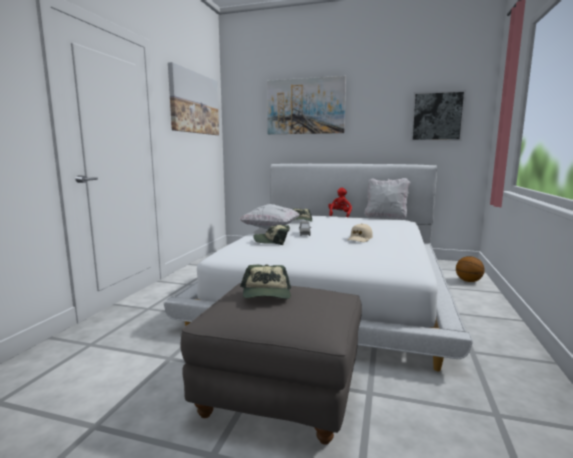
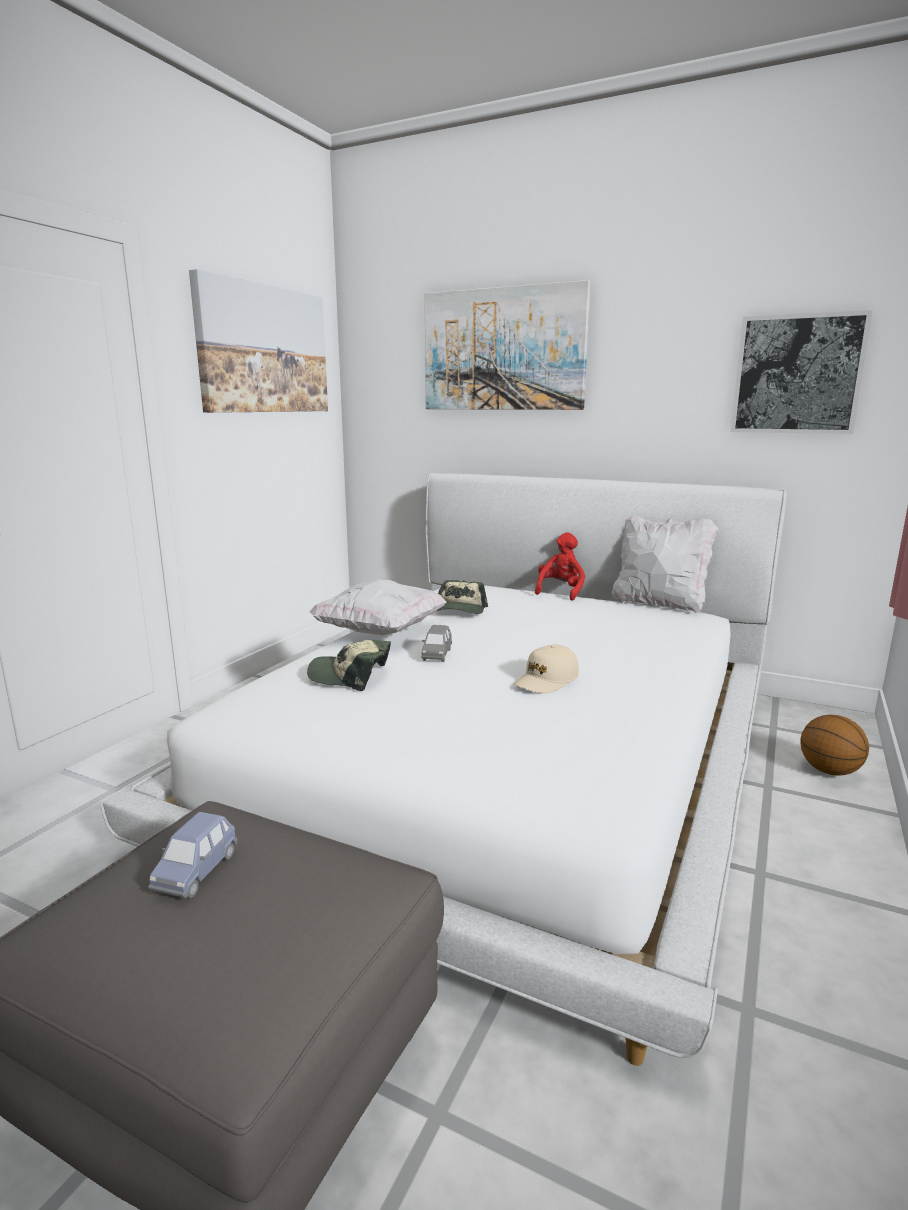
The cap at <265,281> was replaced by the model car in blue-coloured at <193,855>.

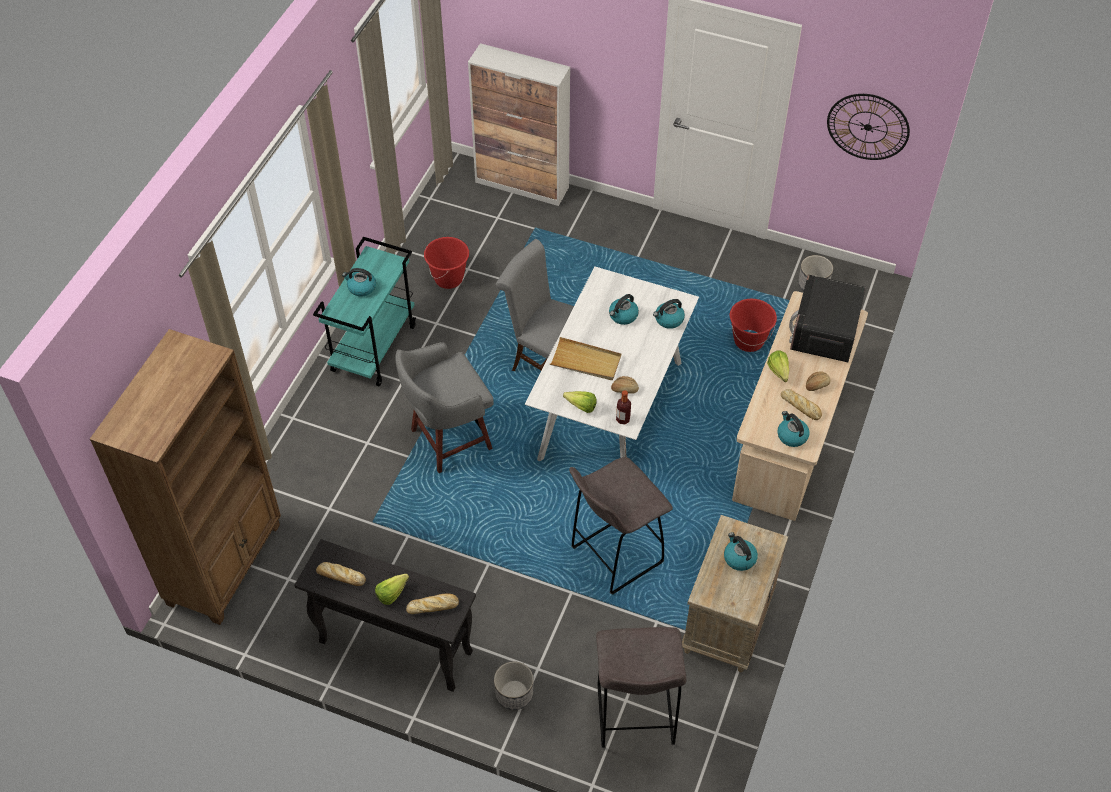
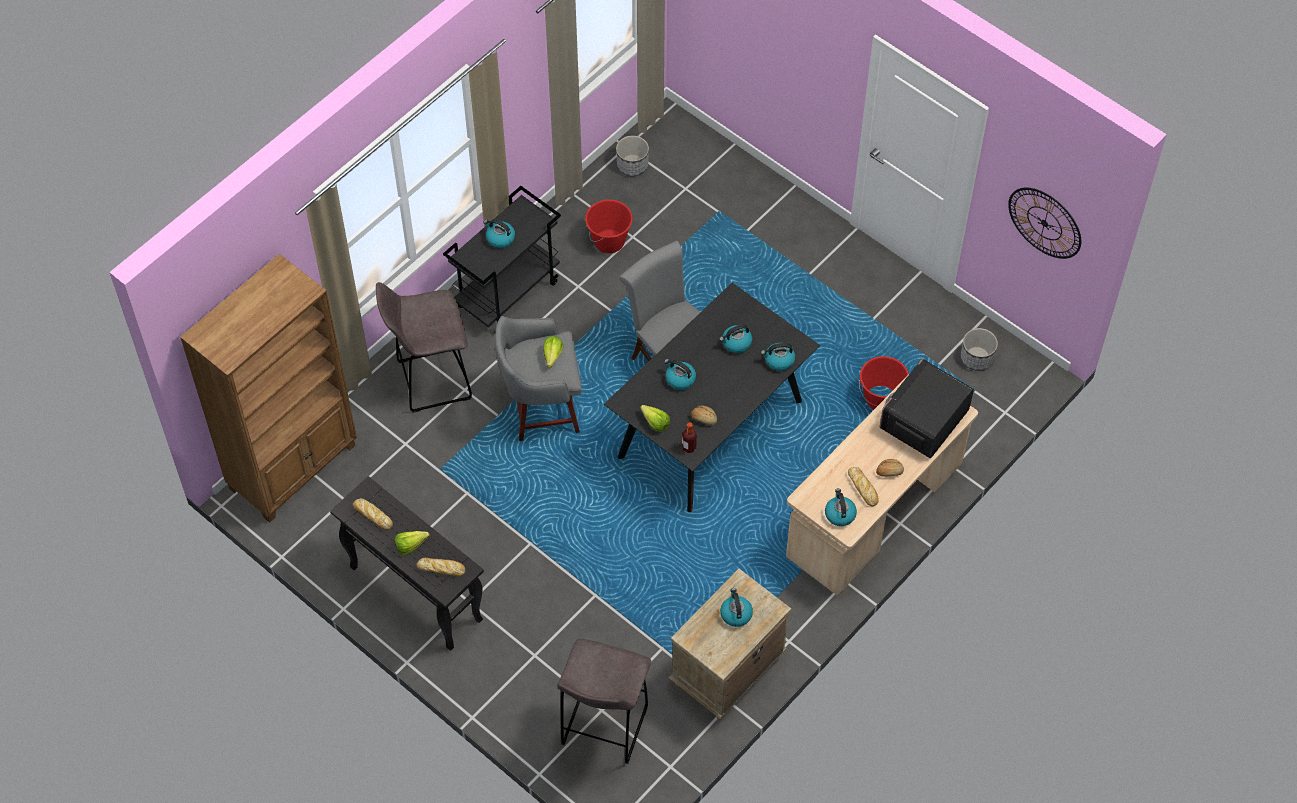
The cupboard at <519,124> disappeared. The flower pot moved from <514,685> to <632,156>. The sitting stool in grey moved from <621,526> to <424,347>. The lettuce head moved from <778,366> to <553,352>. The carrying tray in sand-coloured at <585,358> was replaced by the kettle at <680,374>. The cart in turquoise at <364,311> became the cart in black at <502,256>. The dining table in white-coloured at <612,363> became the dining table in black at <712,397>.

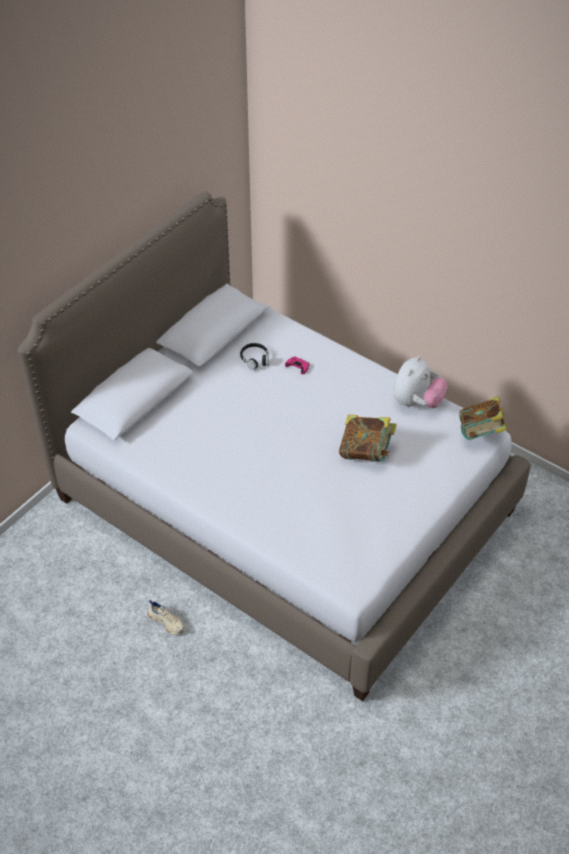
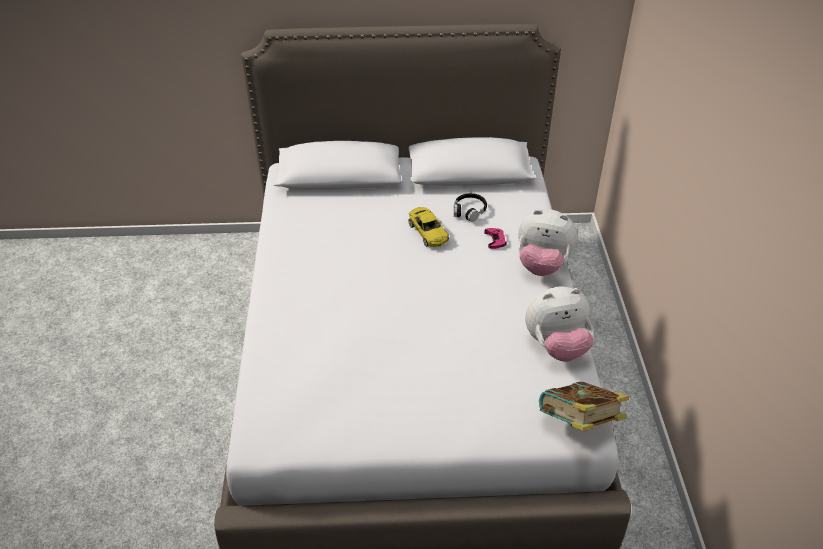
The item of footwear in sand-coloured at <166,617> disappeared. The bound book at <367,438> disappeared. The model car in yellowish at <428,227> appeared. The cuddly toy at <547,242> appeared.

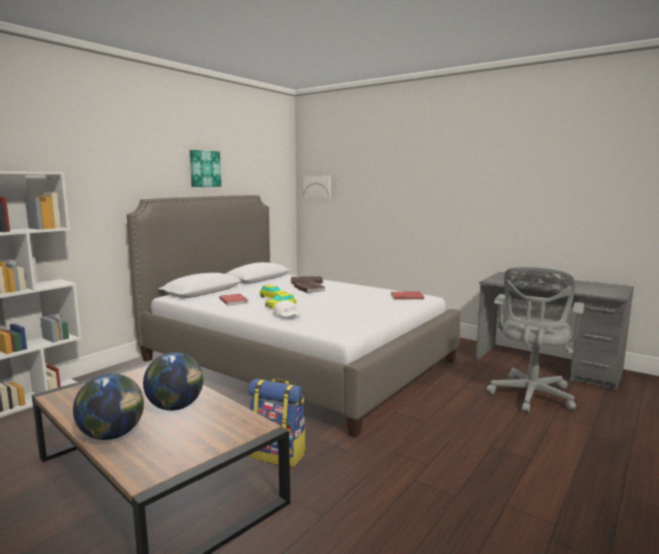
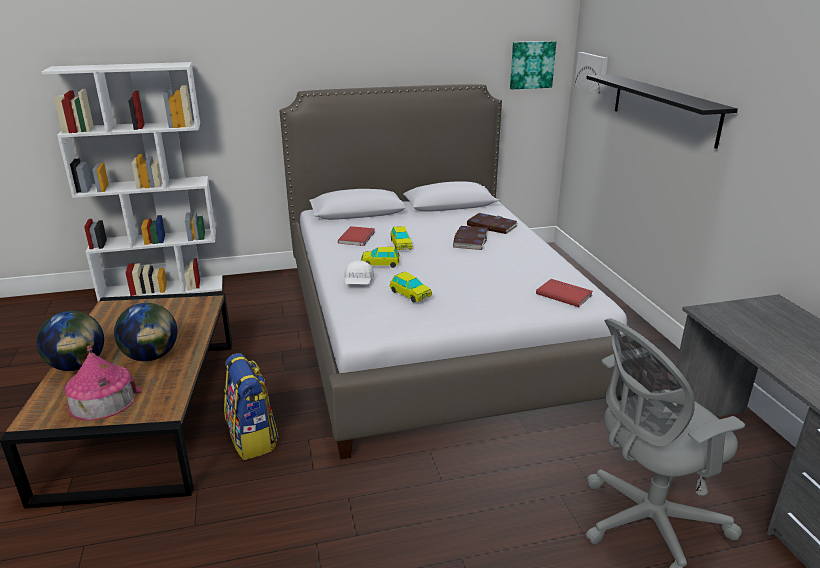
The toy house at <104,383> appeared. The model car at <411,287> appeared. The shelf in black at <662,111> appeared. The picture moved from <205,168> to <533,65>.

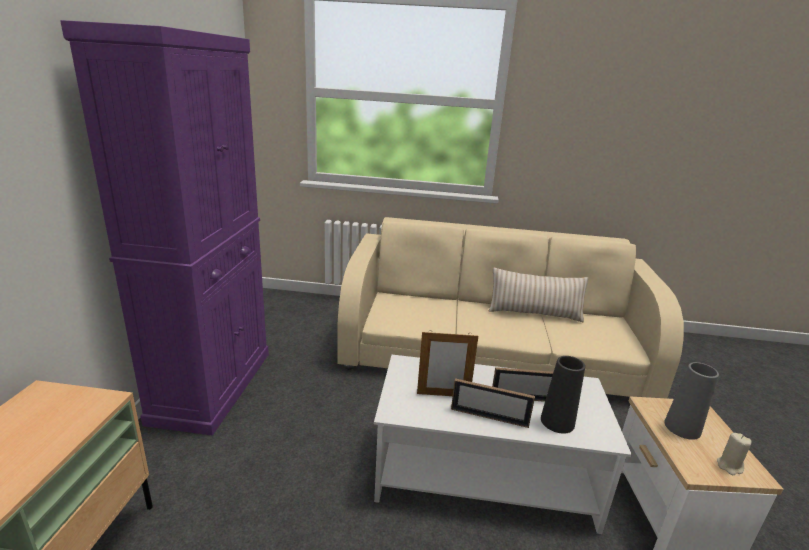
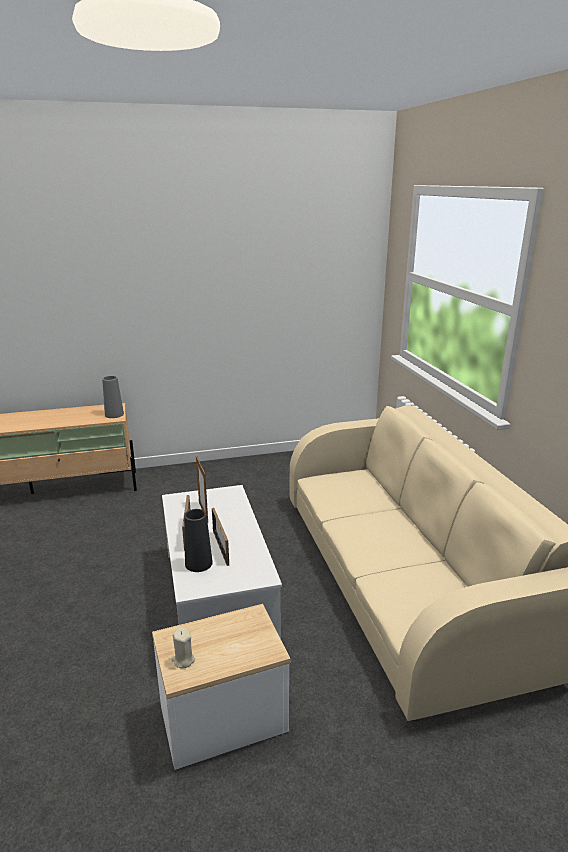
The cupboard in purplish at <164,228> disappeared. The cushion in sand-coloured at <538,294> disappeared. The vase in grey moved from <691,401> to <113,397>.

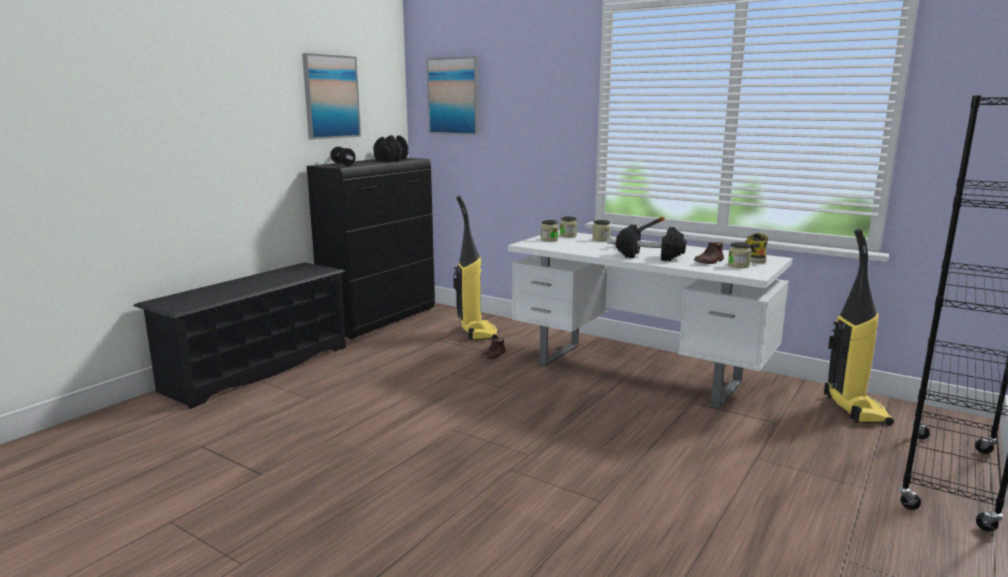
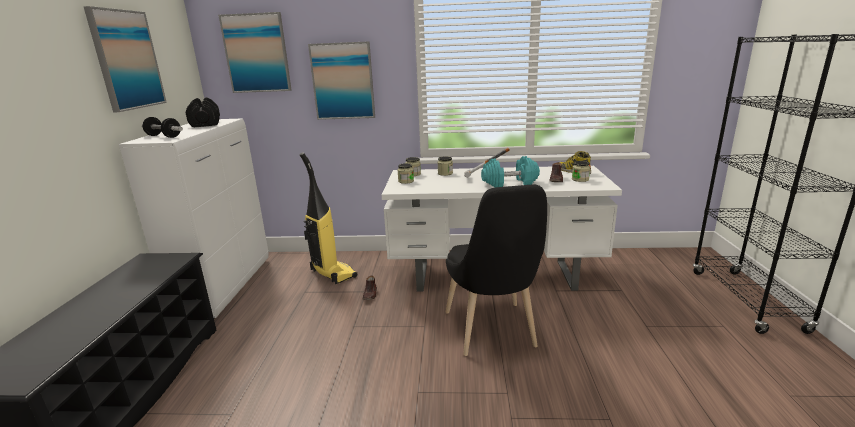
The vacuum at <859,327> disappeared. The picture at <341,80> appeared. The plain chair in black at <496,270> appeared. The cupboard in black at <371,249> became the cupboard in white-coloured at <194,219>. The hand weight in black at <651,242> became the hand weight in turquoise at <510,172>.

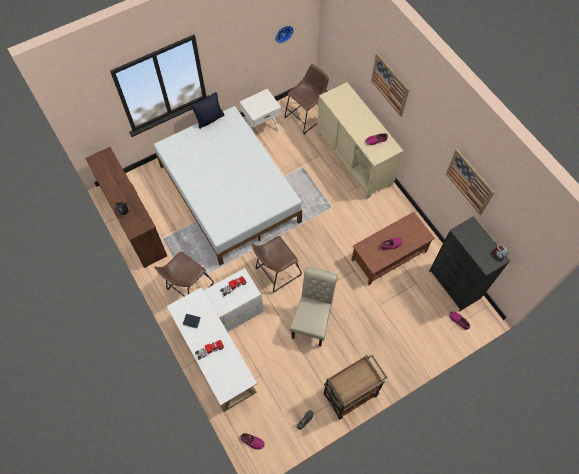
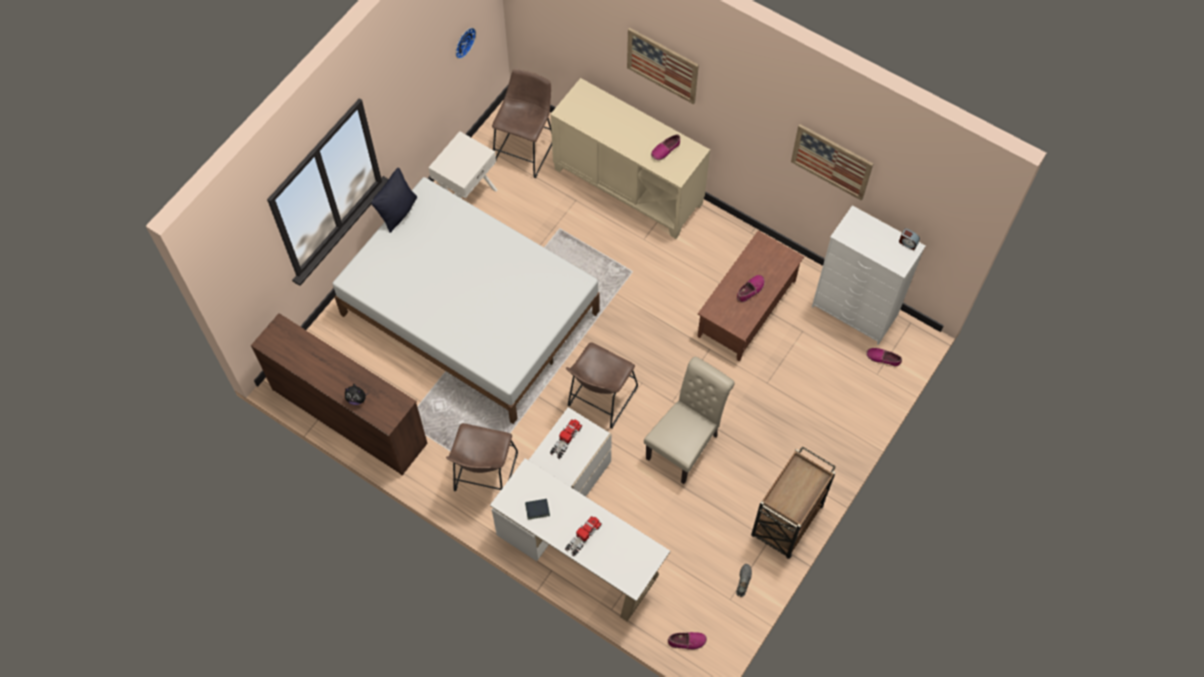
The chest of drawers in black at <469,263> became the chest of drawers in white-coloured at <869,275>. The plain chair in sand-coloured at <314,306> turned 45 degrees clockwise.

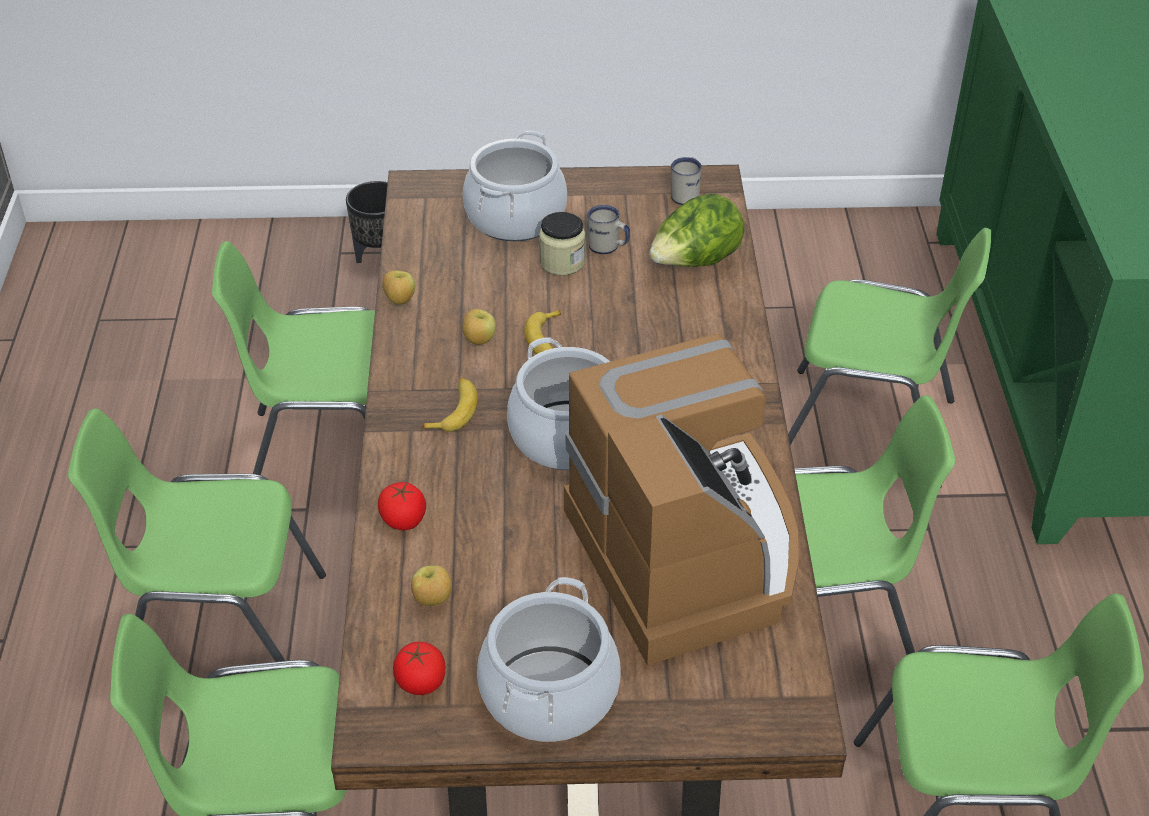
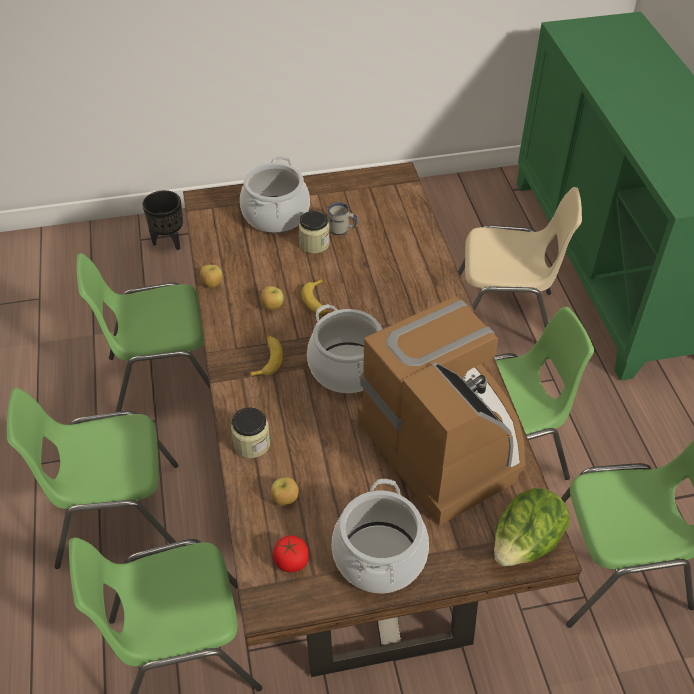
The coffee mug in white-coloured at <686,181> disappeared. The lettuce head moved from <696,230> to <532,527>. The whole tomato at <402,506> was replaced by the jar at <250,432>. The plain chair in green-coloured at <890,357> became the plain chair in sand-coloured at <520,257>.

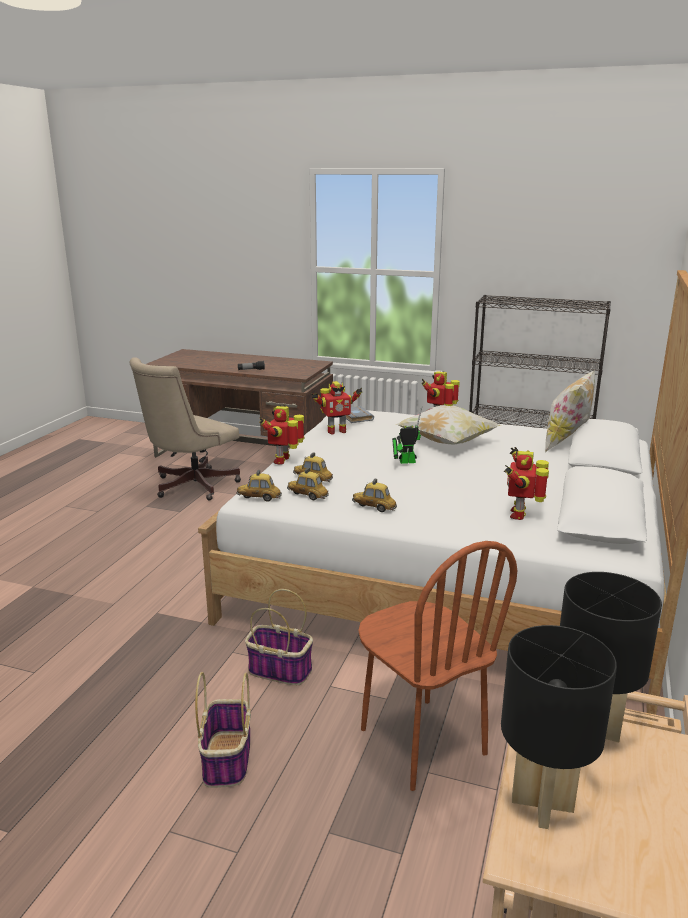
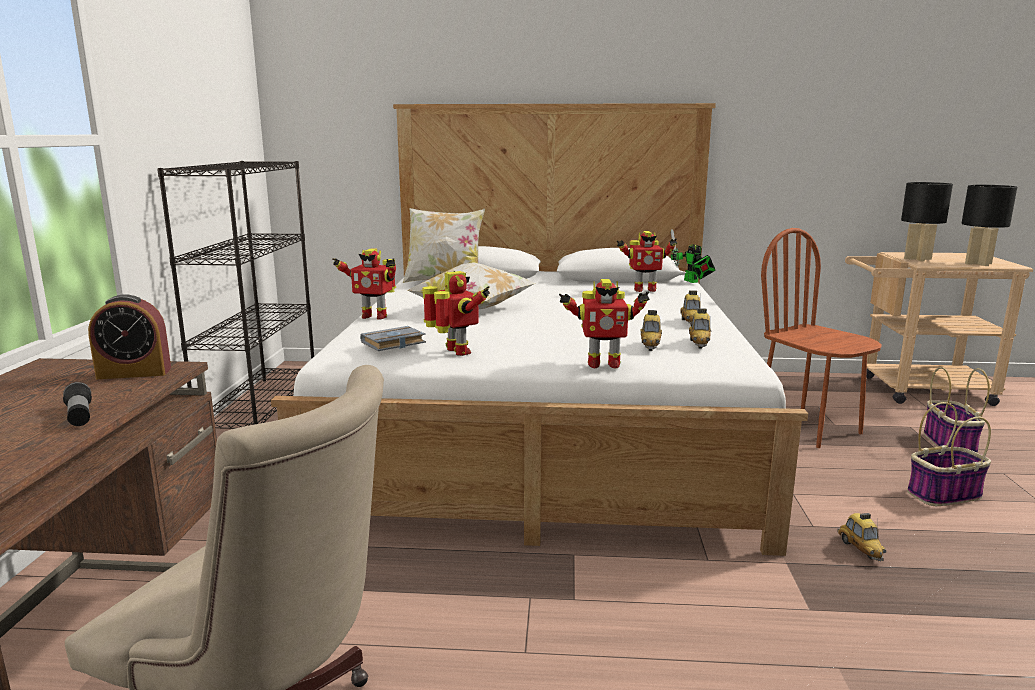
The alarm clock at <129,336> appeared. The model car moved from <259,486> to <862,537>. The household basket moved from <279,637> to <957,410>. The toy robot moved from <407,435> to <693,256>. The plain chair in brownish at <437,666> turned 75 degrees counterclockwise.

